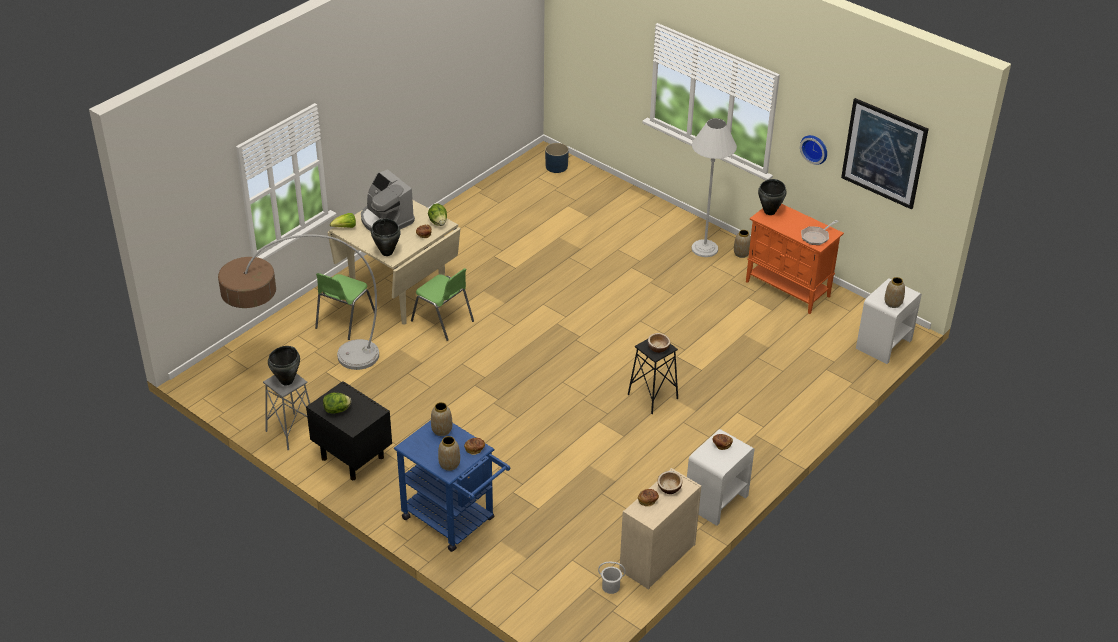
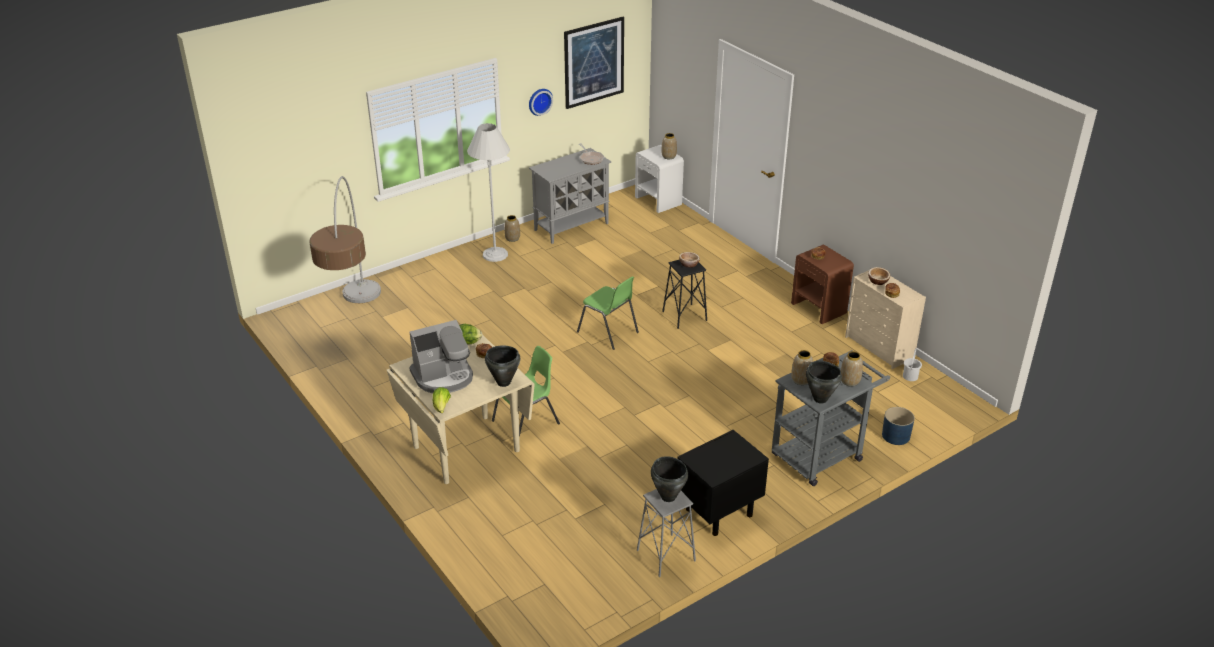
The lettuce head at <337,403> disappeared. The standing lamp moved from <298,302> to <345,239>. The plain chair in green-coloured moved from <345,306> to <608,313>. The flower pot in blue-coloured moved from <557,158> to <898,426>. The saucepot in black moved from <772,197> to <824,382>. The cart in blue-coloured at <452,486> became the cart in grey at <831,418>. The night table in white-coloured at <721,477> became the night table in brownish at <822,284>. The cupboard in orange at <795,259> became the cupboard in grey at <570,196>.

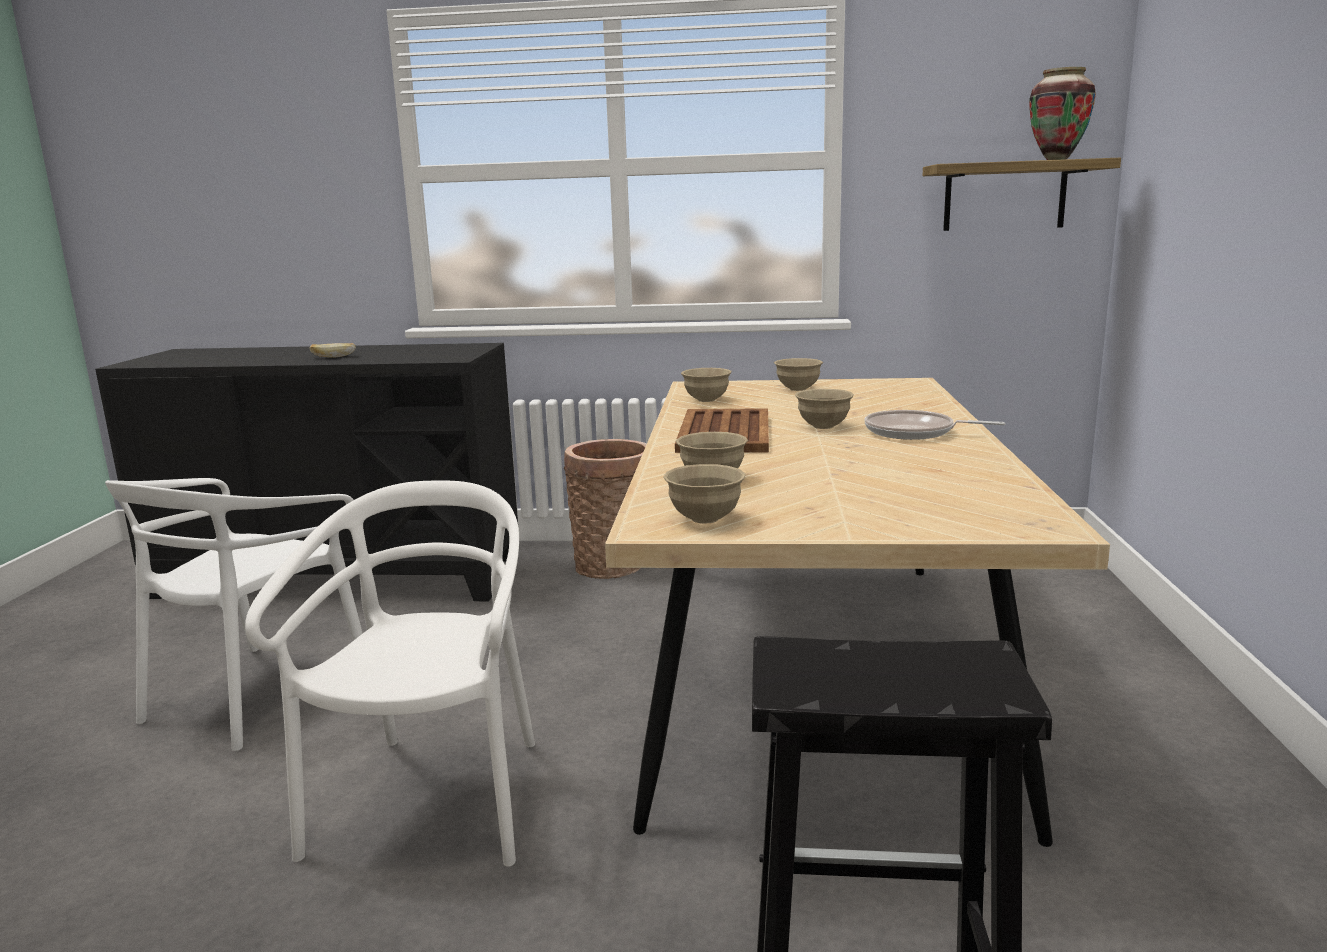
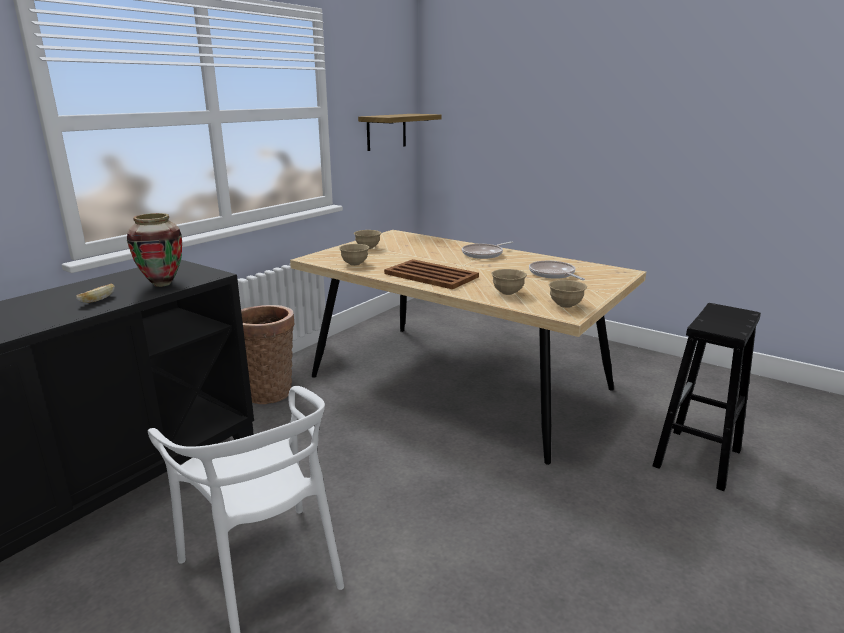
The plain chair in white-coloured at <390,674> disappeared. The bowl in sand-coloured at <824,409> disappeared. The skillet at <557,270> appeared. The vase moved from <1062,113> to <154,250>.

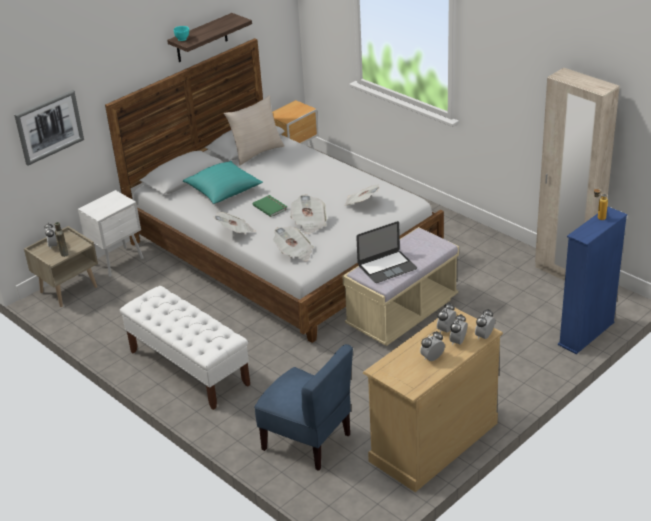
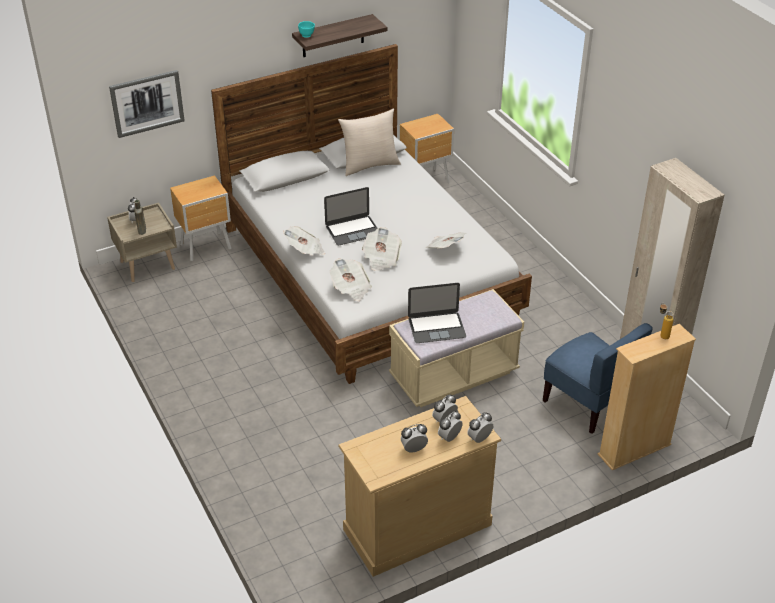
The indoor bench in white-coloured at <185,348> disappeared. The cushion in turquoise at <223,182> disappeared. The plain chair in blue-coloured moved from <303,407> to <598,378>. The bound book in green-coloured at <270,206> was replaced by the laptop at <351,216>. The night table in white-coloured at <111,233> became the night table in brownish at <200,218>. The bookcase in blue-coloured at <592,280> became the bookcase in sand-coloured at <647,397>.

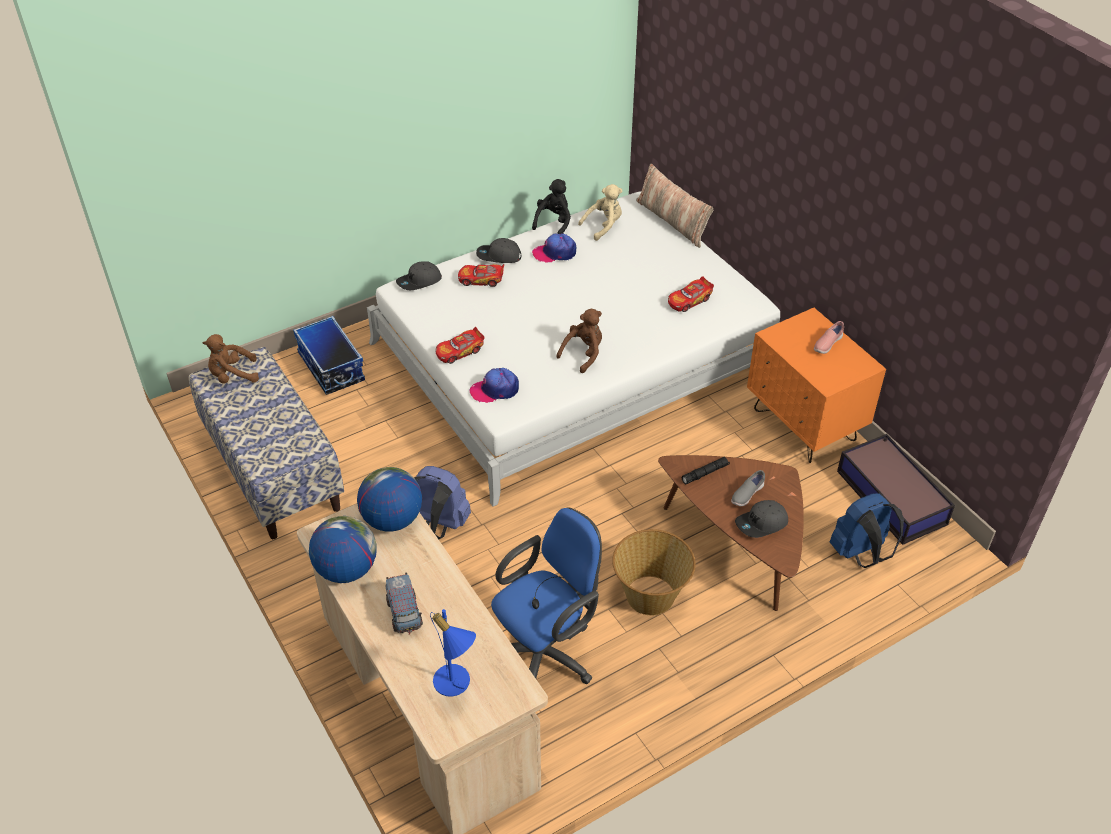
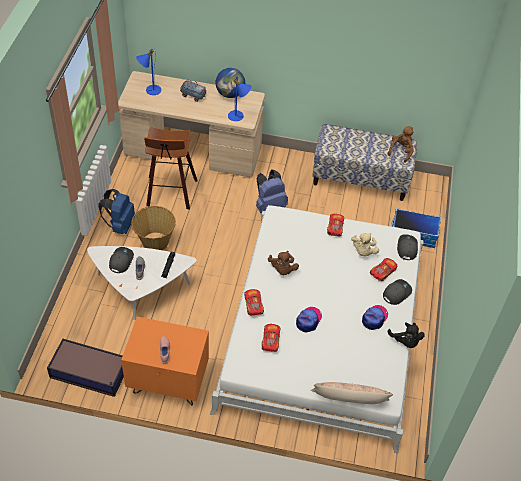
The model car at <254,302> appeared. The cap moved from <494,385> to <309,320>. The cuddly toy in sand-coloured moved from <600,212> to <365,244>. The rucksack in blue-coloured moved from <867,530> to <117,211>. The world globe at <389,499> was replaced by the lamp for a table in blue-coloured at <239,98>. The computer chair in blue-coloured at <546,595> was replaced by the sitting stool at <171,168>. The lounge table in brownish at <731,533> became the lounge table in white-coloured at <141,283>.

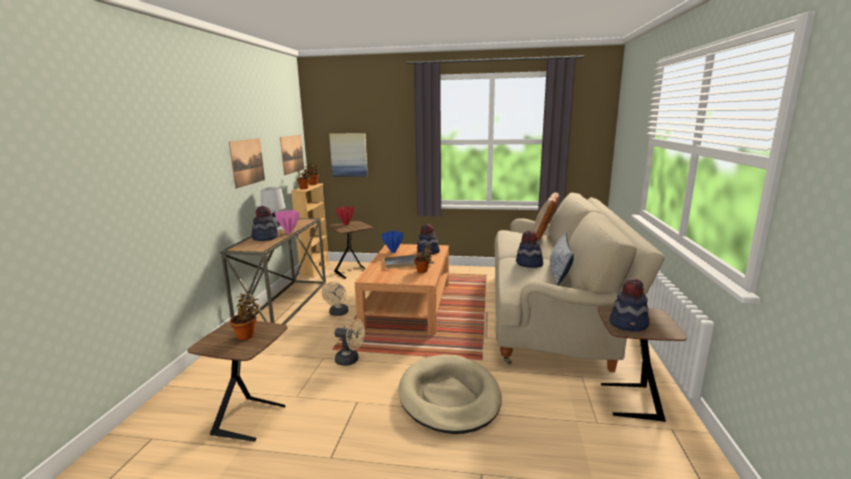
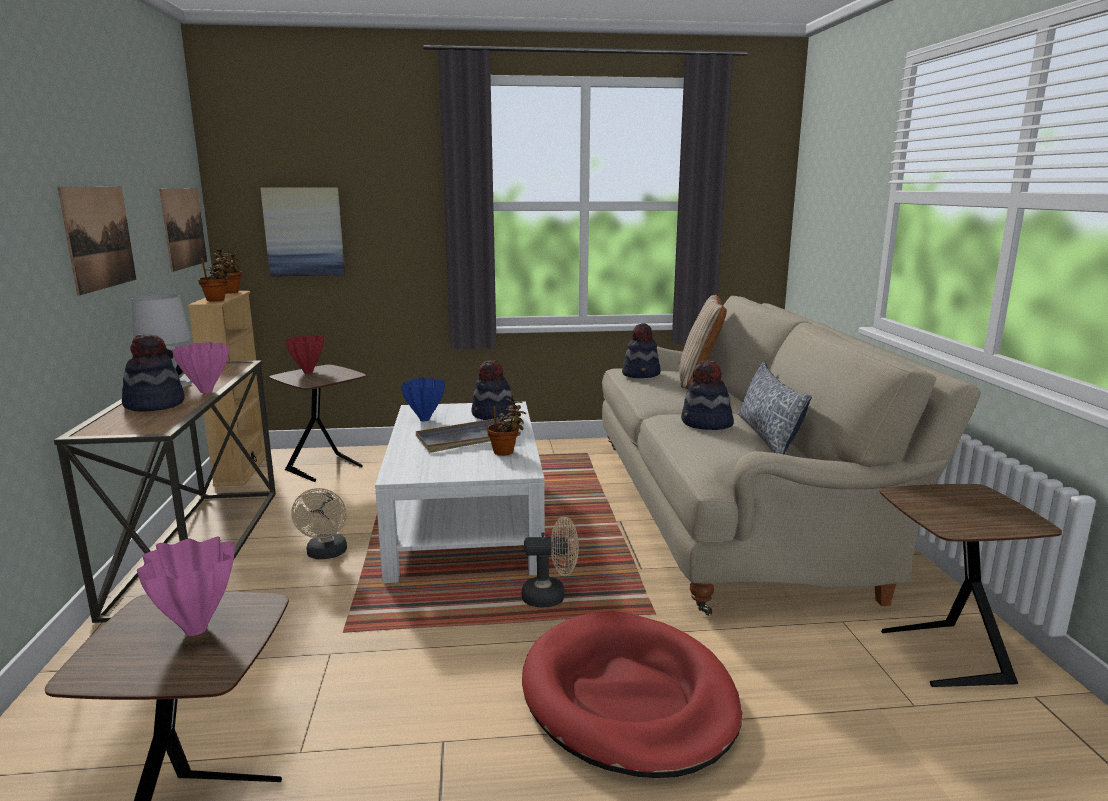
The electric fan in sand-coloured moved from <349,342> to <550,562>. The wearable hat moved from <629,305> to <641,350>. The plant in a pot at <244,316> was replaced by the vase in pink-coloured at <186,586>. The lounge table in brownish at <401,289> became the lounge table in white-coloured at <460,492>. The pet bed in sand-coloured at <450,394> became the pet bed in red at <632,694>.

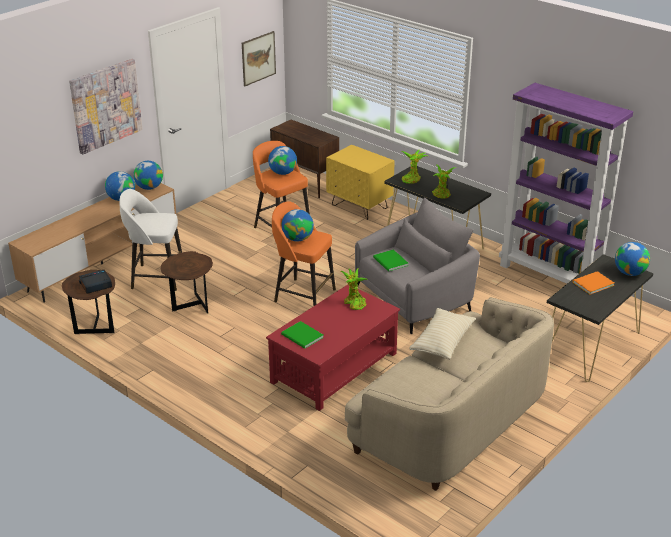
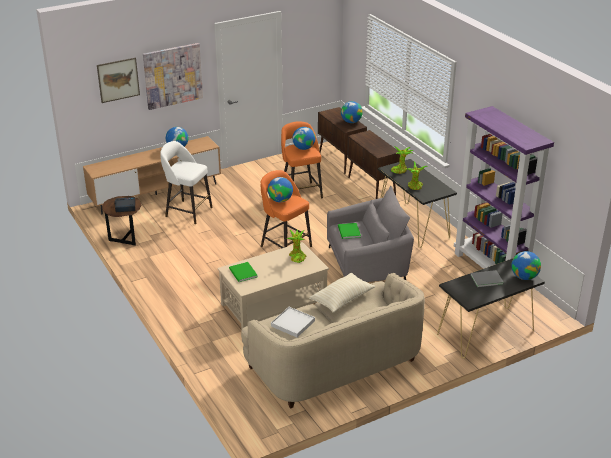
The side table in brownish at <187,282> disappeared. The carrying tray in white-coloured at <293,322> appeared. The world globe moved from <148,175> to <352,112>. The picture moved from <259,59> to <118,80>. The night table in yellowish at <360,182> was replaced by the cupboard in brownish at <373,164>. The lounge table in red at <333,347> became the lounge table in sand-coloured at <273,285>. The bound book in orange at <593,283> became the bound book in grey at <487,278>.

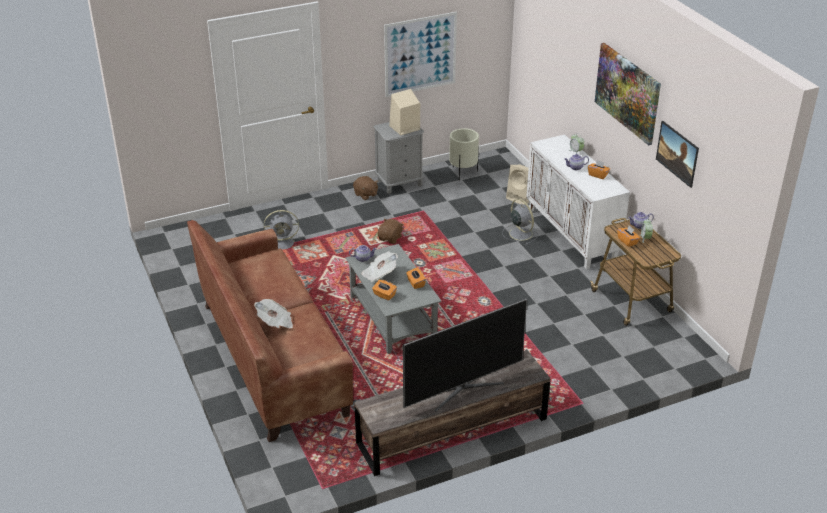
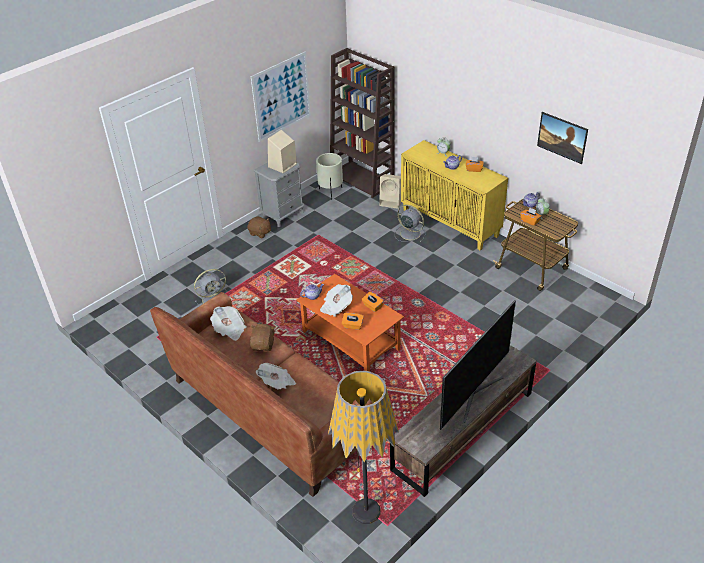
The picture at <628,94> disappeared. The newspaper at <228,323> appeared. The standing lamp at <363,447> appeared. The bookcase in brownish at <362,123> appeared. The cuddly toy in brownish moved from <391,231> to <262,337>. The lounge table in grey at <394,299> became the lounge table in orange at <350,322>. The cupboard in white-coloured at <578,201> became the cupboard in yellowish at <454,195>.

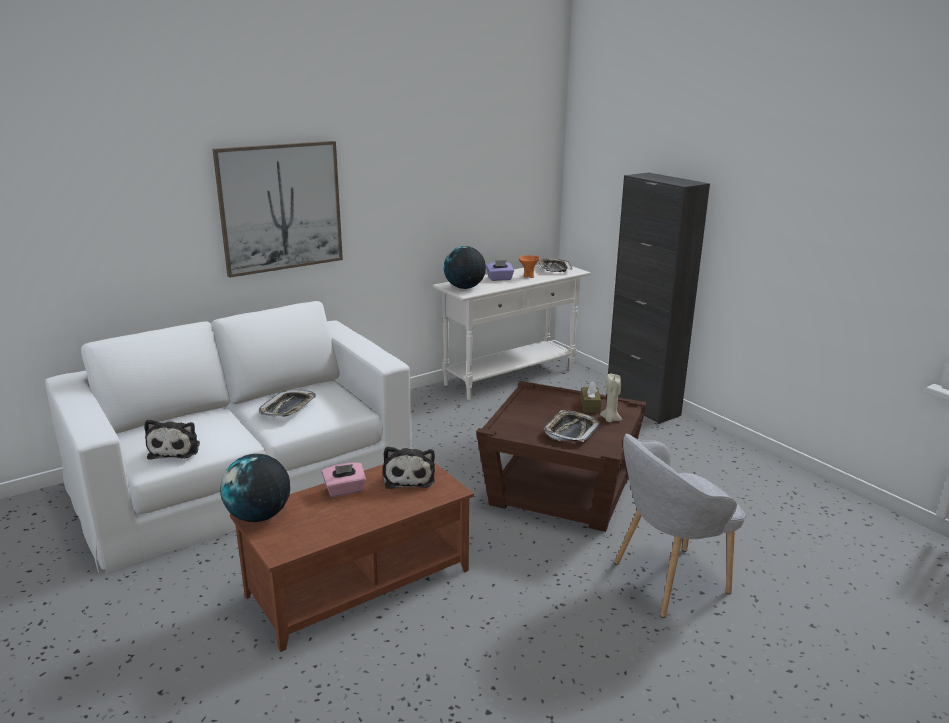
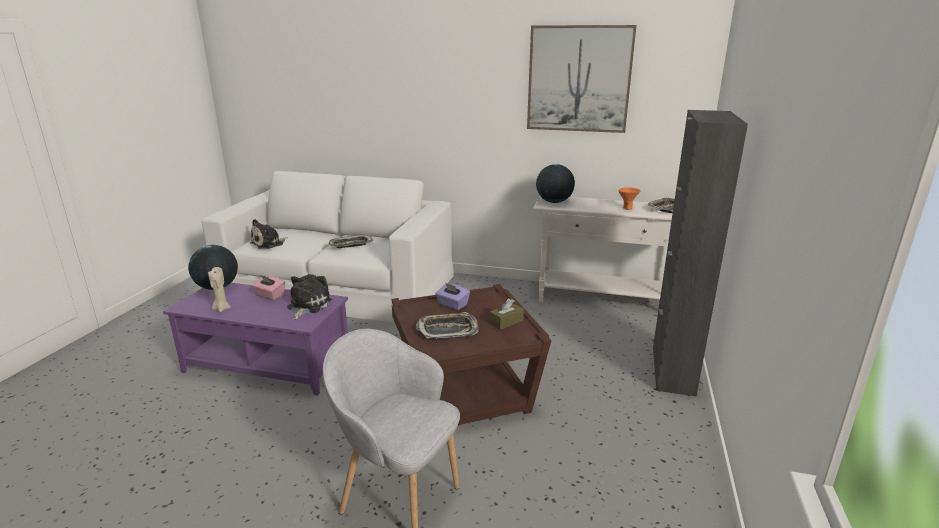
The picture moved from <277,209> to <582,79>. The box of tissues in purplish moved from <500,270> to <452,296>. The wax light in sand-coloured moved from <611,398> to <219,289>. The lounge table in brownish at <352,557> became the lounge table in purplish at <255,339>. The cuddly toy at <409,467> turned 150 degrees clockwise.

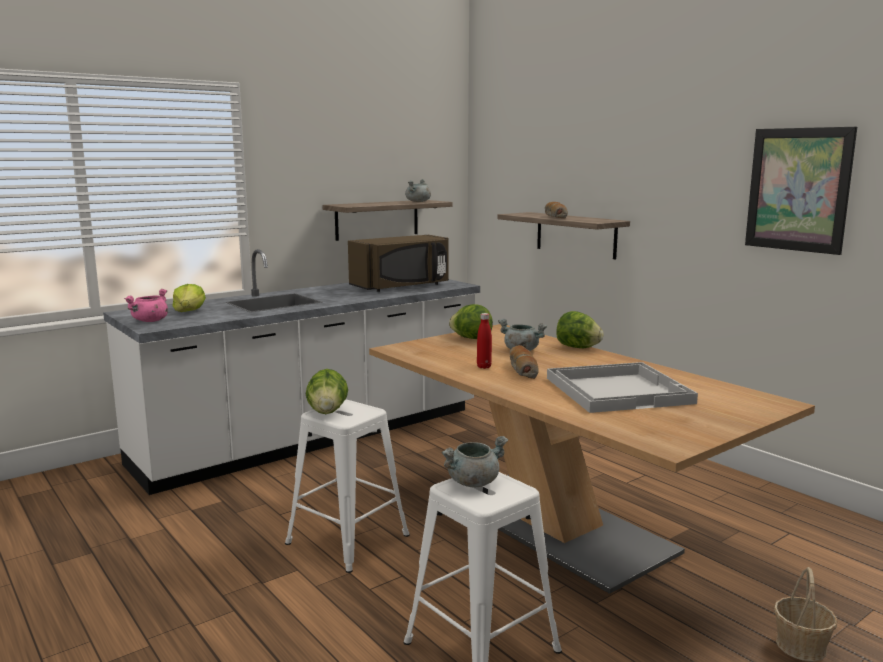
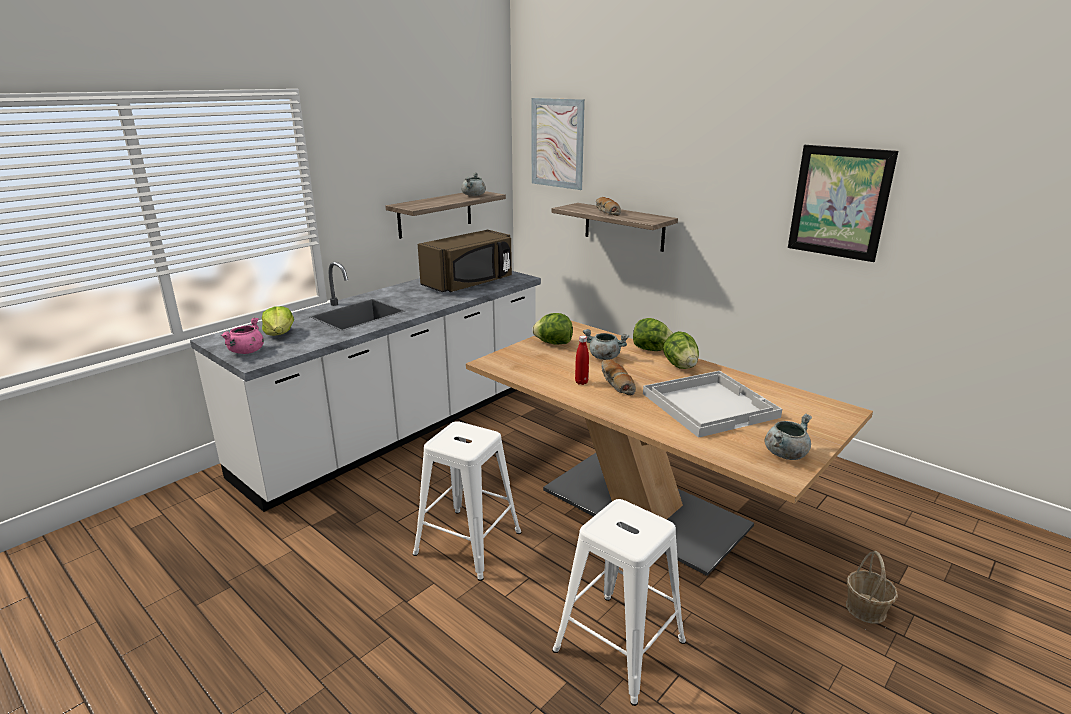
The picture at <558,144> appeared. The lettuce head moved from <327,391> to <681,350>. The saucepot in grey moved from <474,461> to <788,437>.

